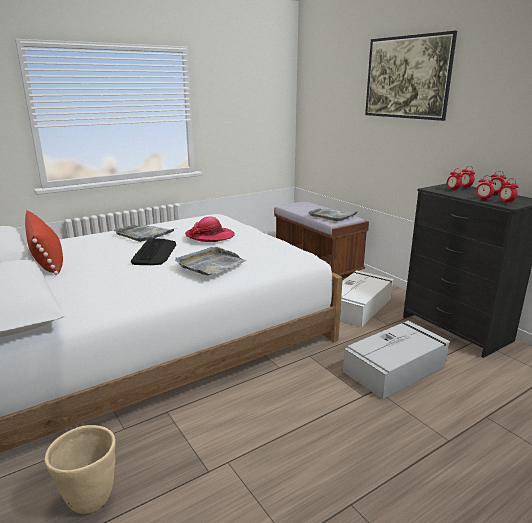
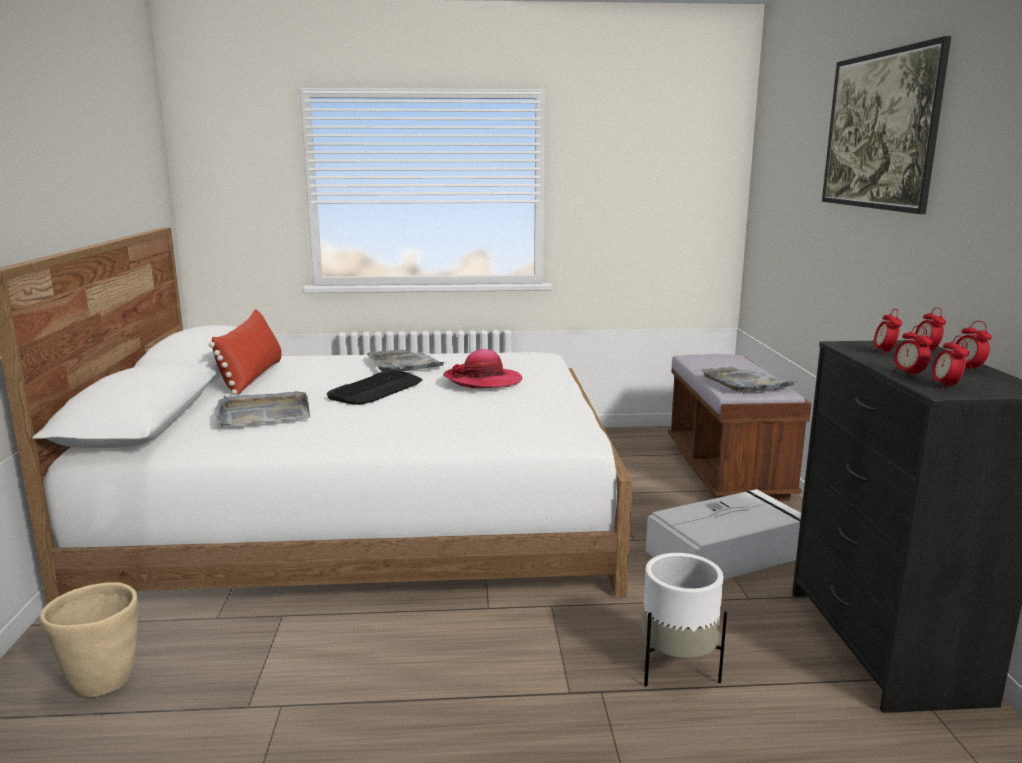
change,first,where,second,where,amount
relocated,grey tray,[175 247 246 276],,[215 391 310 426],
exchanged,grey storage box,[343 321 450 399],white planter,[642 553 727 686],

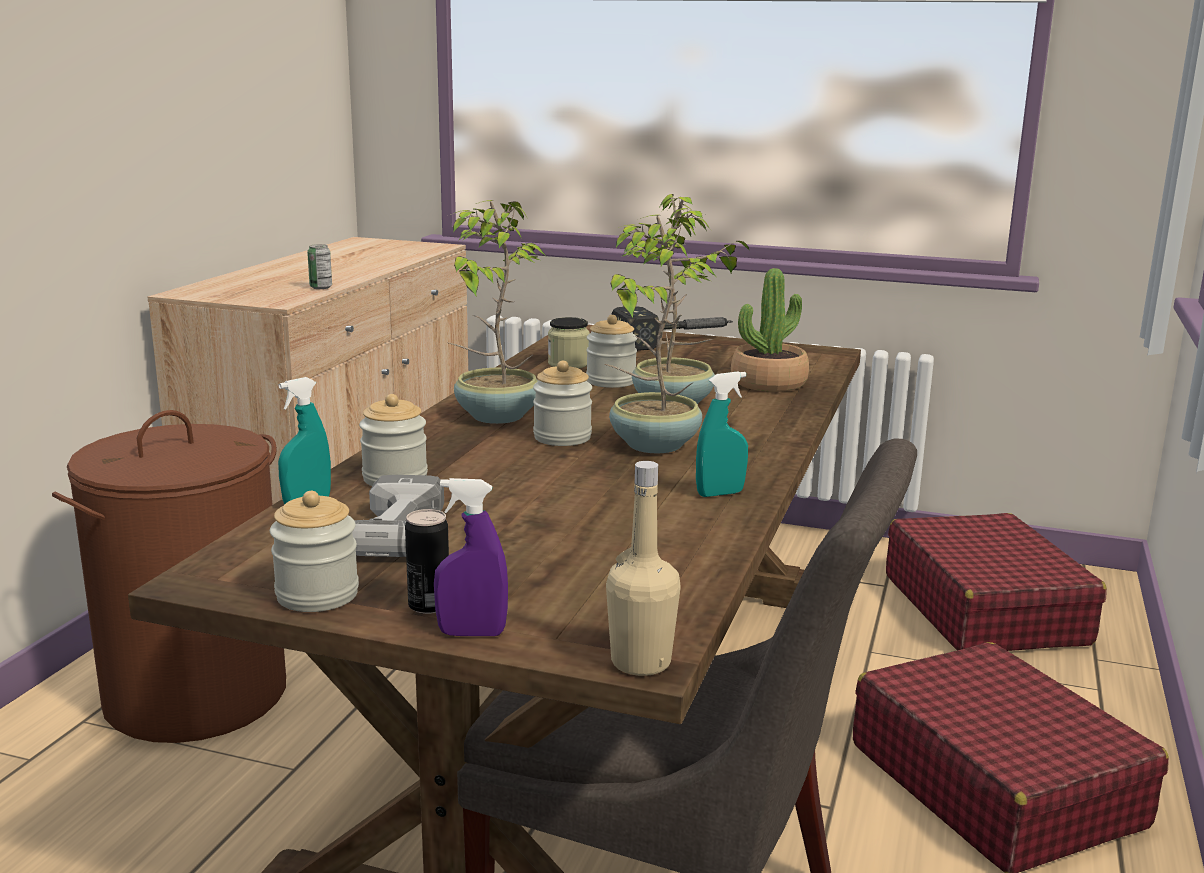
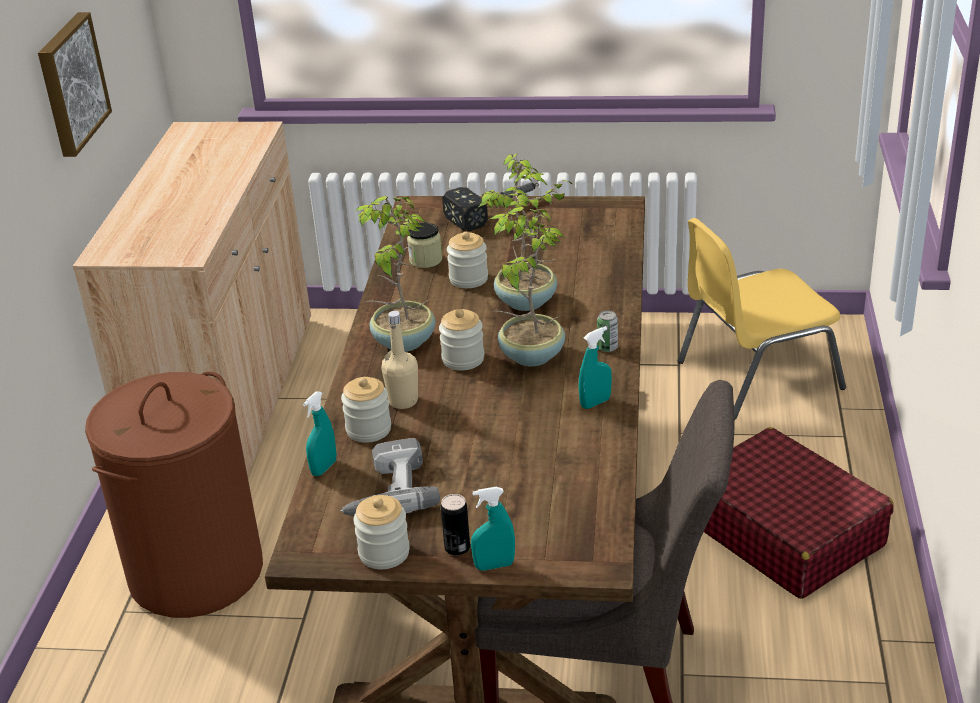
change,first,where,second,where,amount
relocated,can,[307 244 332 289],,[597 310 618 352],
colour,purple spray bottle,[434 478 508 636],turquoise spray bottle,[471 487 515 571],
relocated,beige bottle,[606 461 681 676],,[381 311 418 409],
missing,potted plant,[731 268 809 392],,,
exchanged,red suitcase,[886 513 1107 651],yellow chair,[678 218 846 419],
appeared,,,picture,[38 12 112 157],

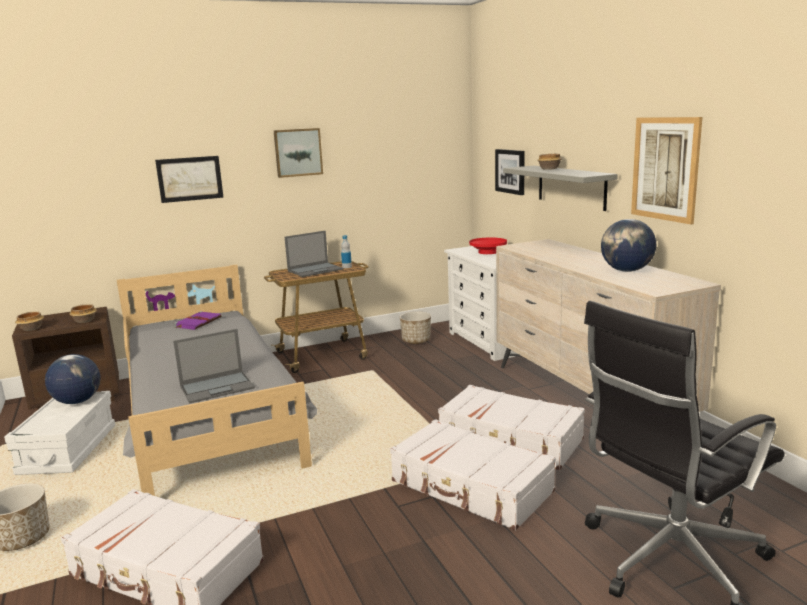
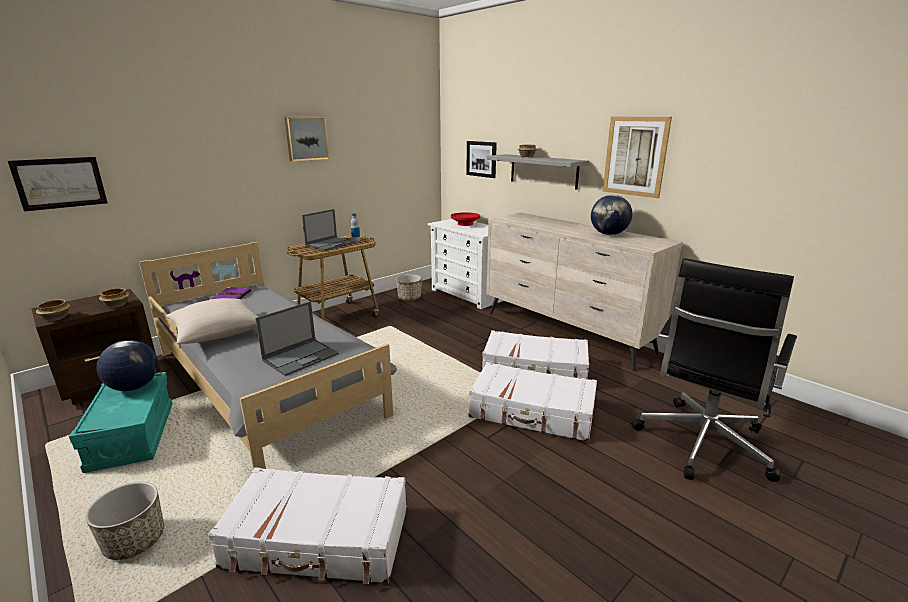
change,first,where,second,where,amount
colour,white storage box,[4 391 115 475],turquoise storage box,[69 372 172 473],
relocated,picture,[155 156 224 203],,[8 157 108 212],
appeared,,,beige pillow,[165 298 258 344],

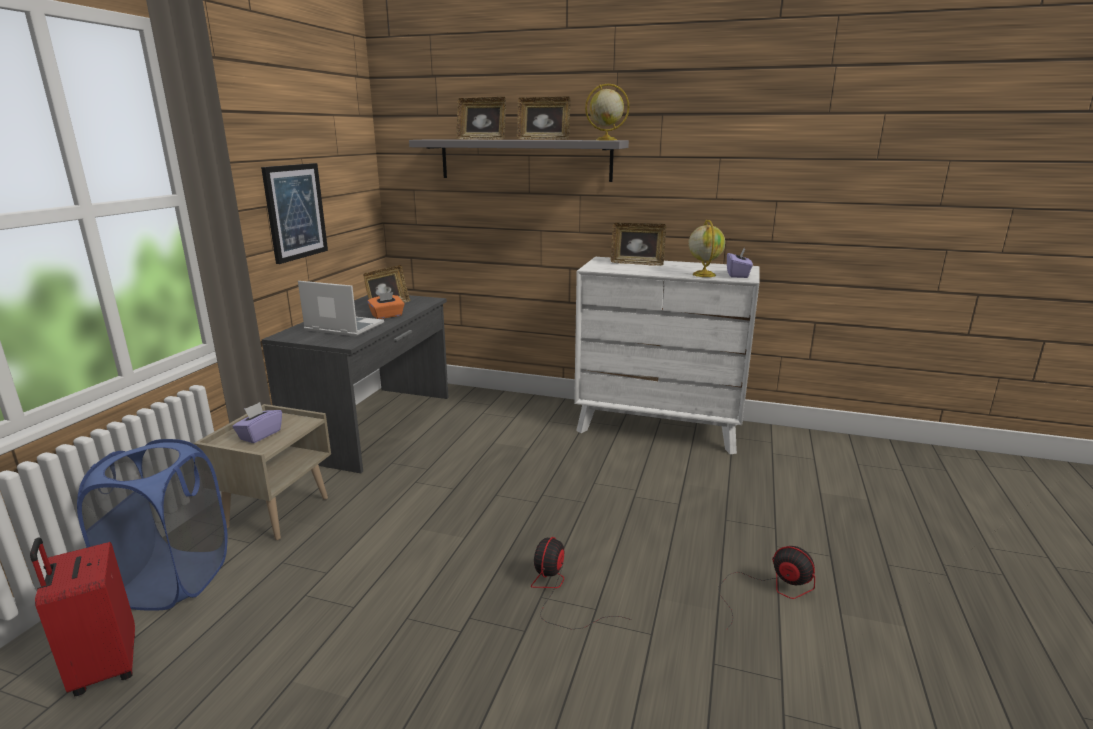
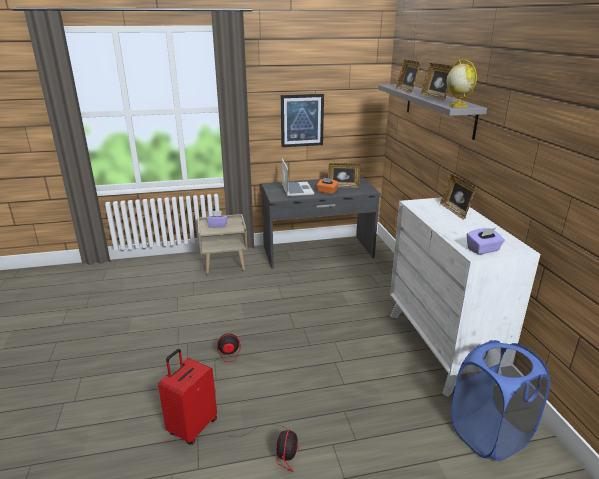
change,first,where,second,where,amount
relocated,red suitcase,[30 538 135 696],,[158 349 217 445],
relocated,blue laundry basket,[77 439 228 611],,[451 340 550 461],
missing,globe,[688 220 725 277],,,

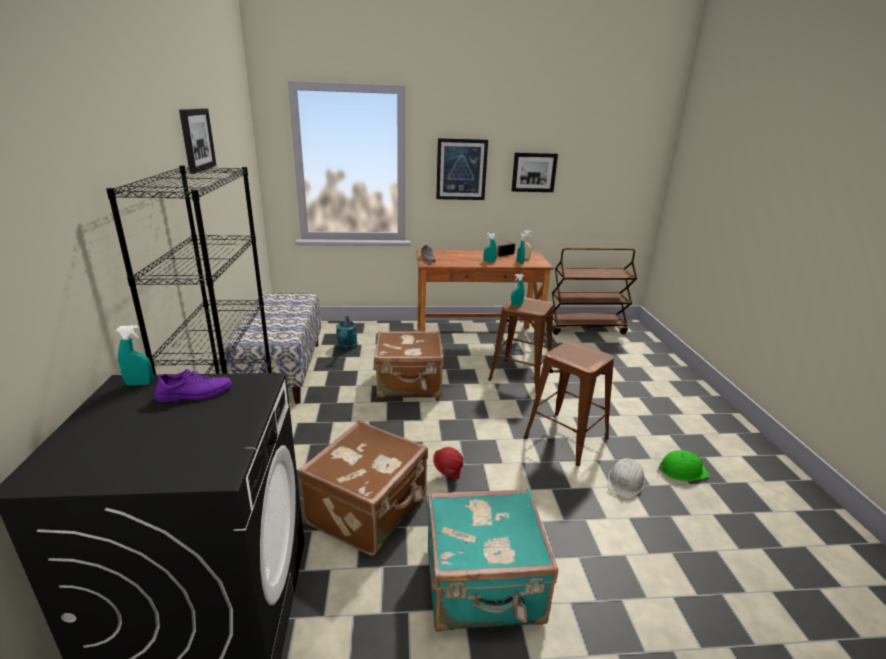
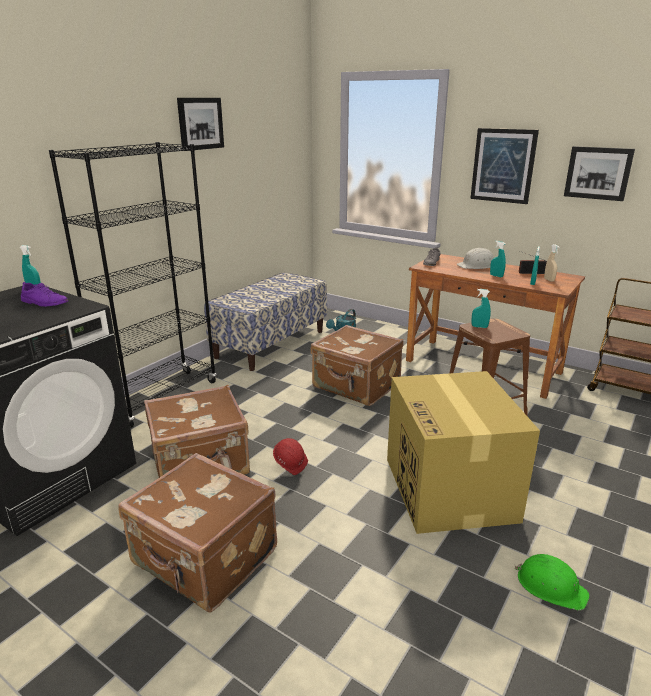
change,first,where,second,where,amount
colour,turquoise suitcase,[427 488 558 632],brown suitcase,[118 453 277 612],
exchanged,brown stool,[524 341 614 466],cardboard box,[387 371 540 534],
relocated,white hard hat,[608 458 645 499],,[457 248 494 269],

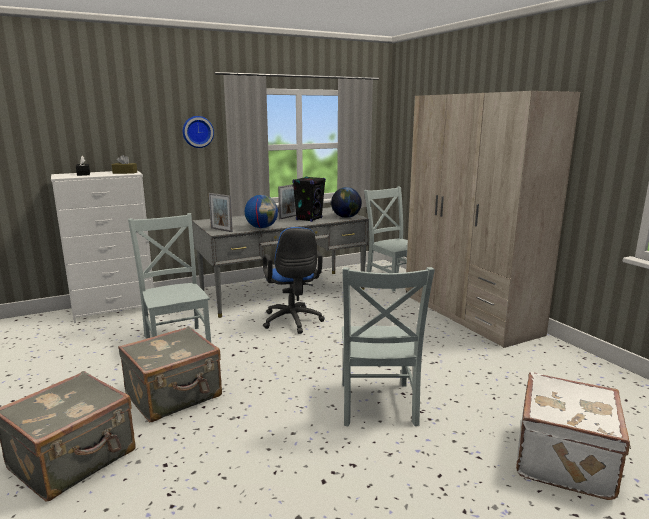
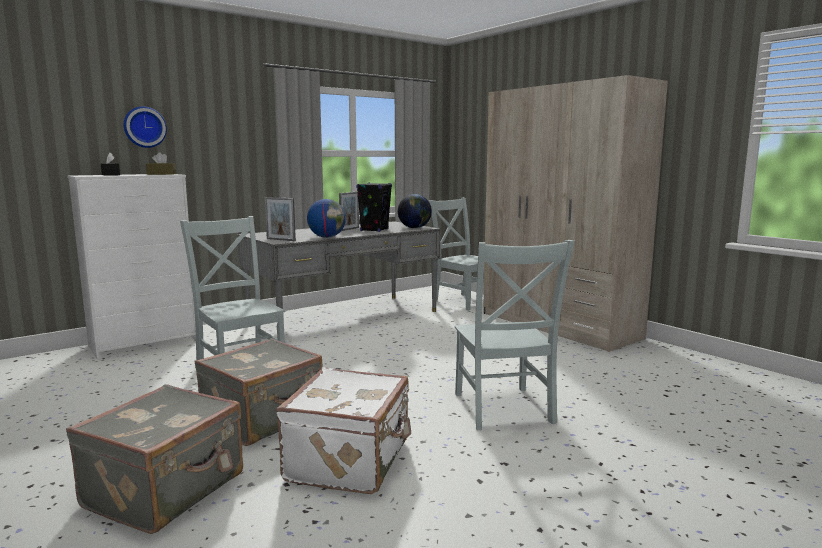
change,first,where,second,where,amount
relocated,wall clock,[183 116 214 148],,[124 106 167 148],
missing,blue office chair,[263 227 325 334],,,
relocated,white suitcase,[516 372 631 500],,[276 367 411 494],

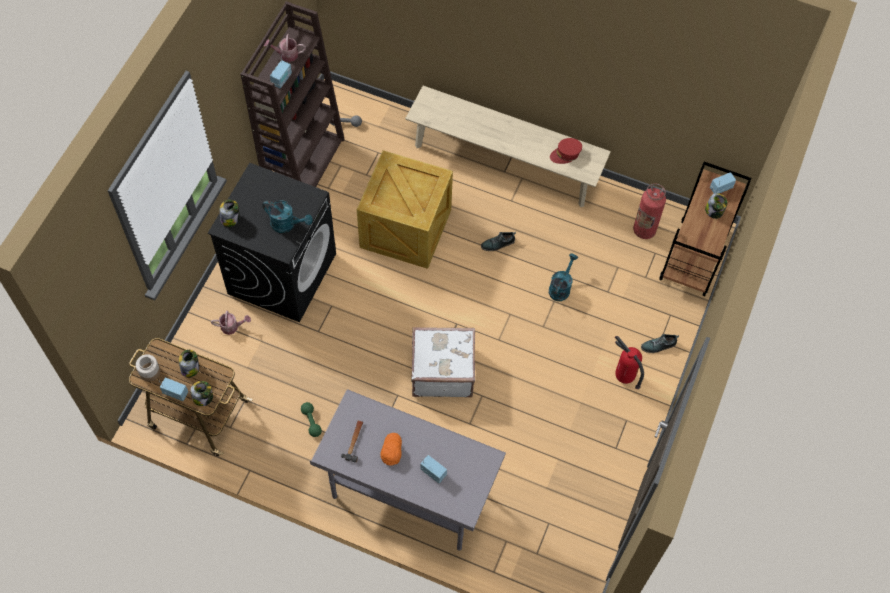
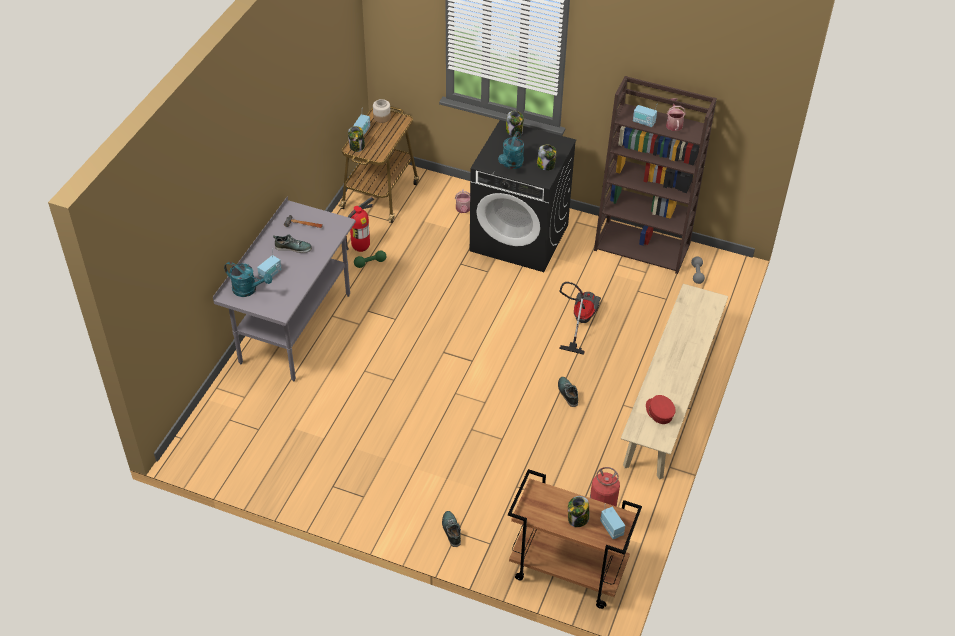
change,first,where,second,where,amount
relocated,jar,[179 350 199 378],,[537 144 557 171],
exchanged,crate,[357 150 453 269],vacuum cleaner,[559 282 601 355],
exchanged,orange cap,[381 433 402 466],shoe,[273 234 312 253],
missing,white suitcase,[411 327 475 397],,,
relocated,turquoise watering can,[549 253 578 301],,[224 262 272 297],
relocated,fire extinguisher,[615 336 644 389],,[346 197 374 252],

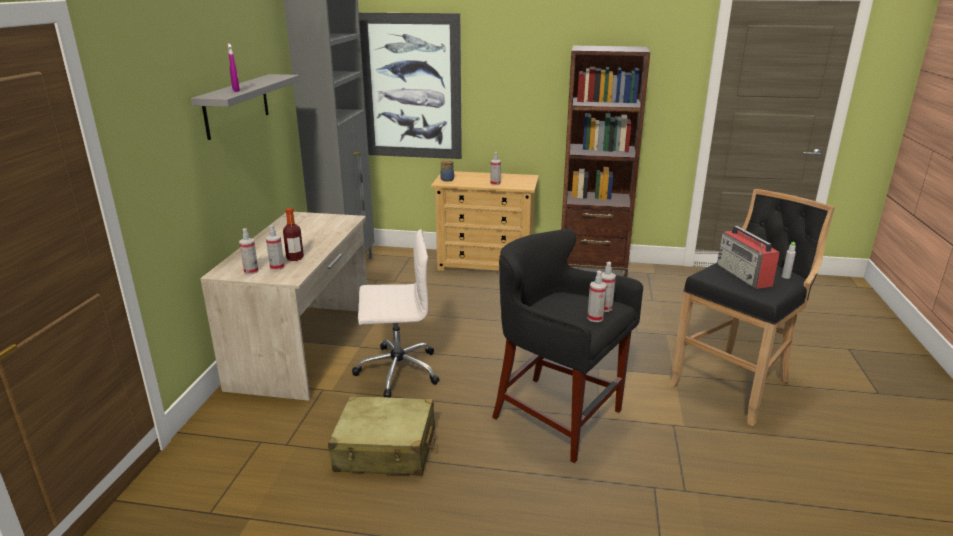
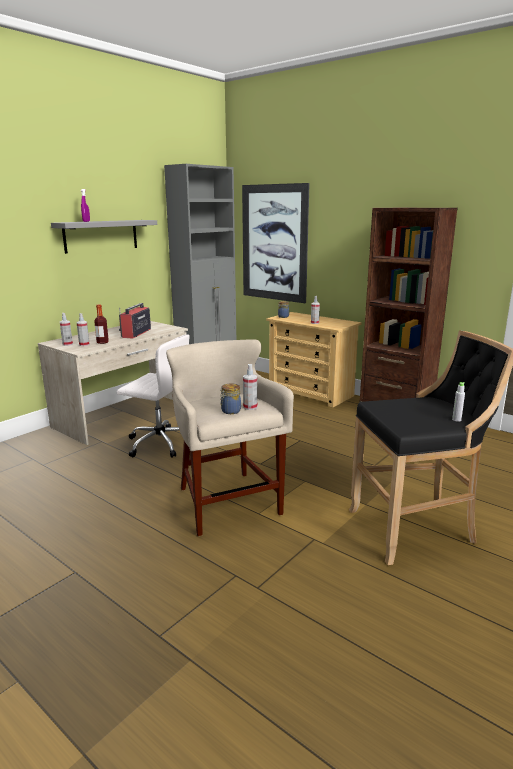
change,first,where,second,where,amount
missing,beige suitcase,[328 396 436 476],,,
colour,black stool,[492 229 643 463],beige stool,[166 339 294 537],
exchanged,spray bottle,[587 271 607 322],jar,[220 383 241 414],
relocated,radio,[717 226 780 289],,[119 303 151 338],

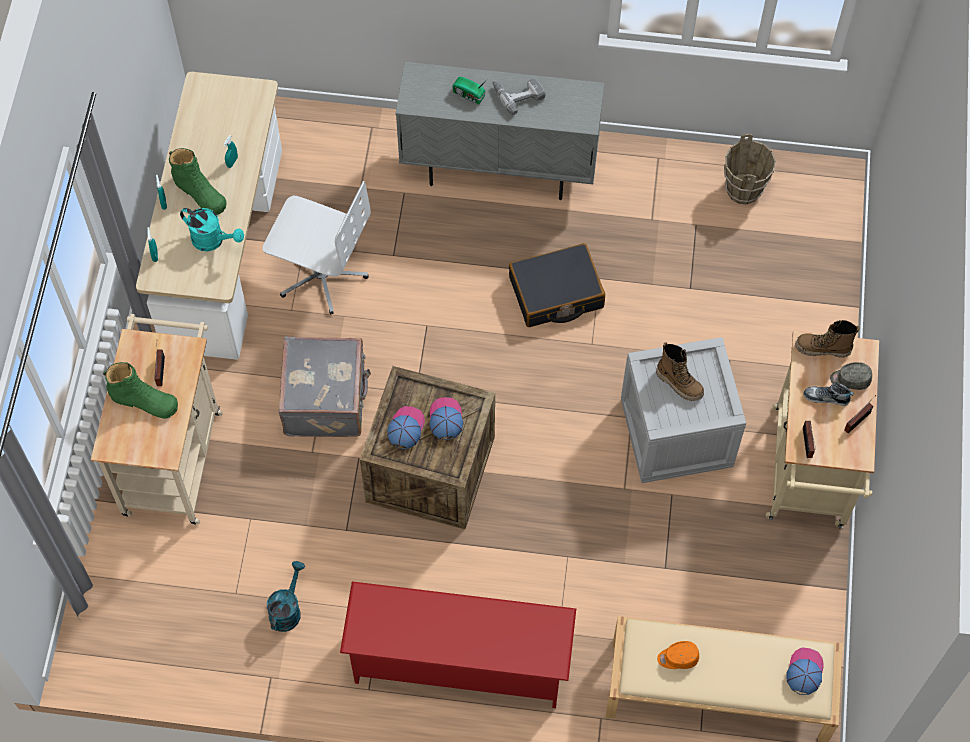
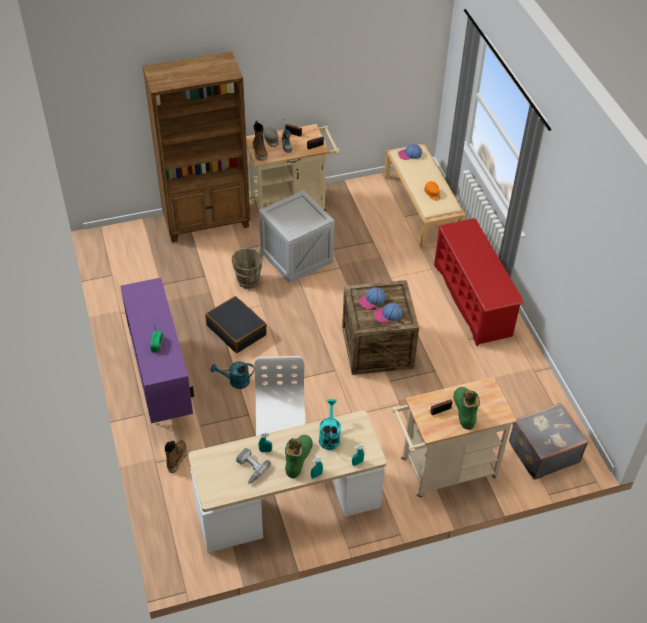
change,first,where,second,where,amount
relocated,turquoise watering can,[267 561 305 632],,[210 361 254 389],
relocated,grey suitcase,[279 336 371 437],,[509 403 589 480],
colour,grey cabinet,[395 62 604 200],purple cabinet,[120 278 194 423],
relocated,power drill,[493 78 545 115],,[236 448 271 484],
relocated,boot,[656 342 704 401],,[165 441 187 473],
relocated,brown bucket,[724 134 776 204],,[232 248 263 289],
appeared,,,brown bookcase,[143 52 250 242],

